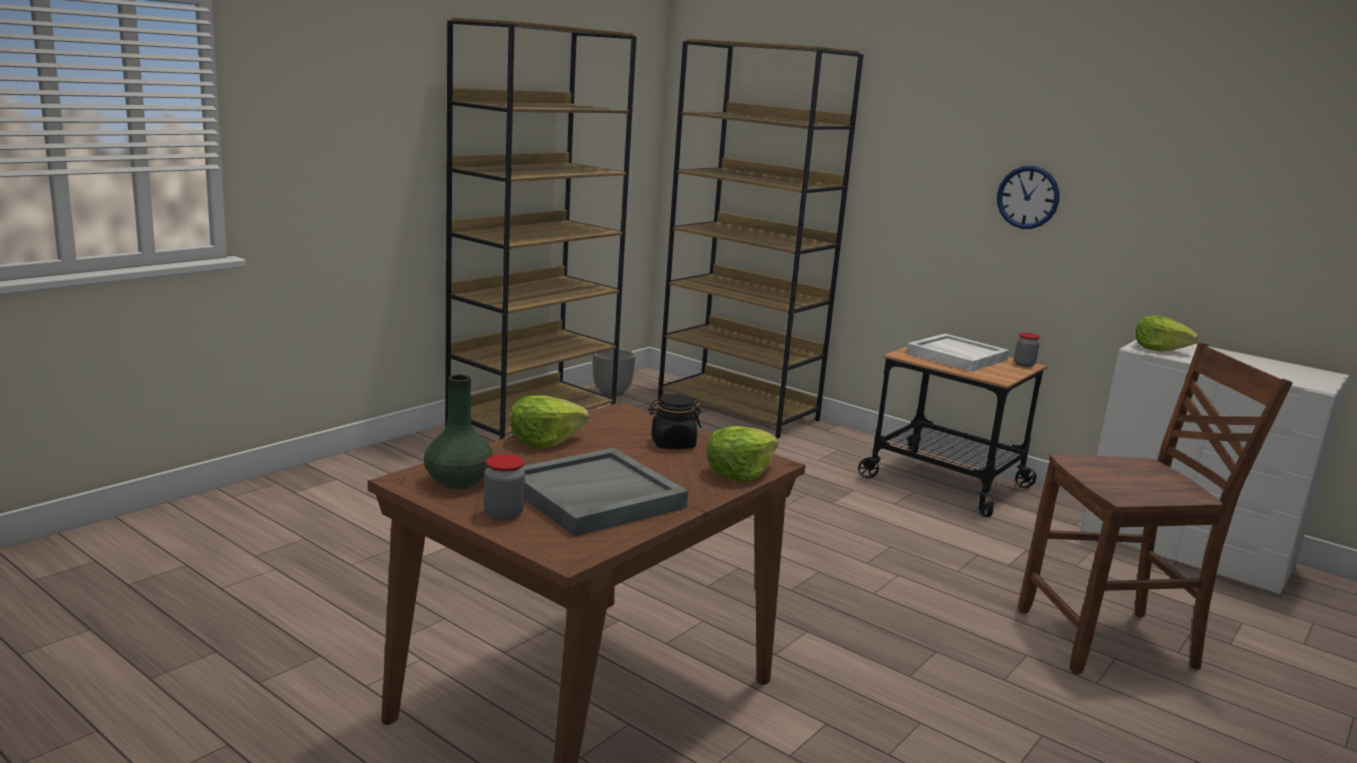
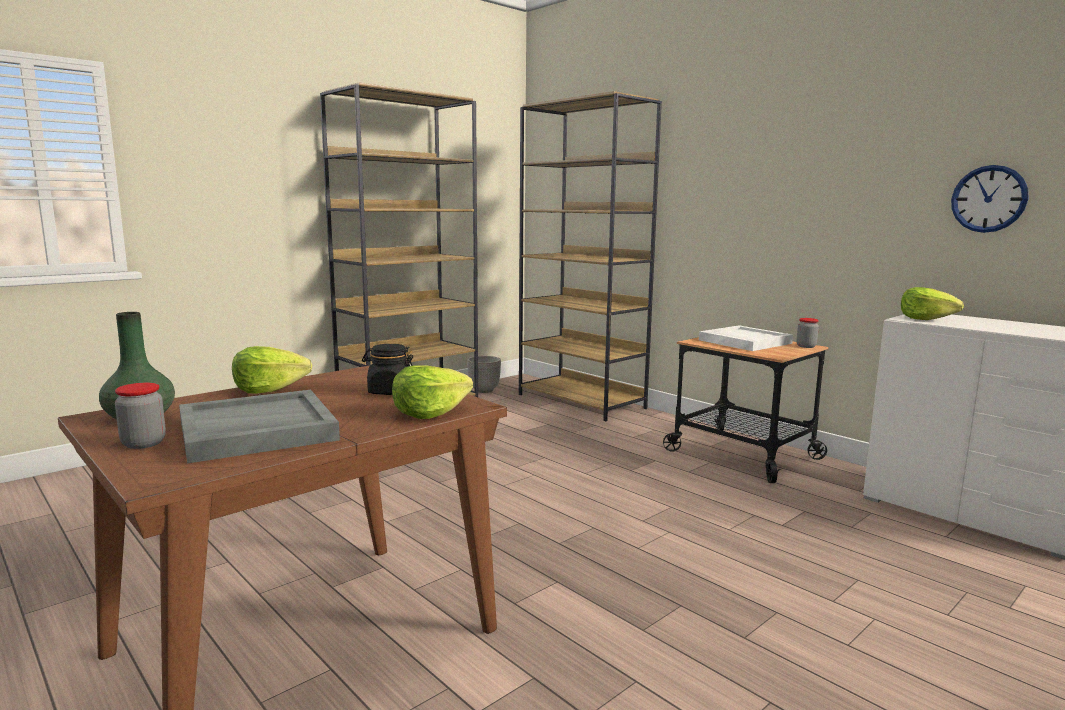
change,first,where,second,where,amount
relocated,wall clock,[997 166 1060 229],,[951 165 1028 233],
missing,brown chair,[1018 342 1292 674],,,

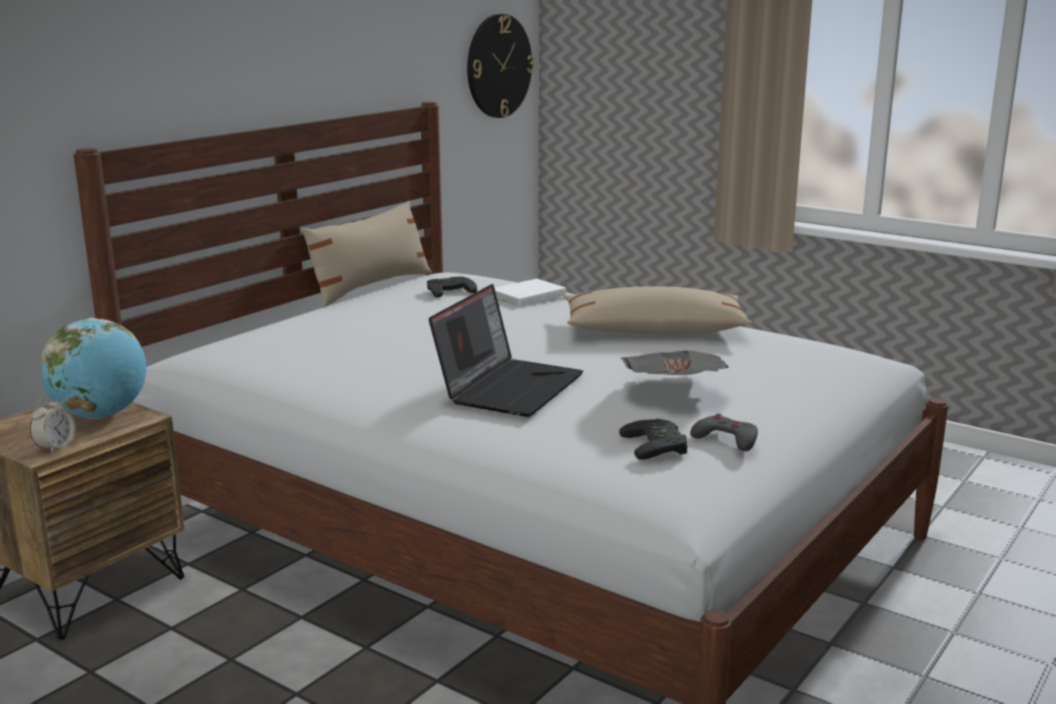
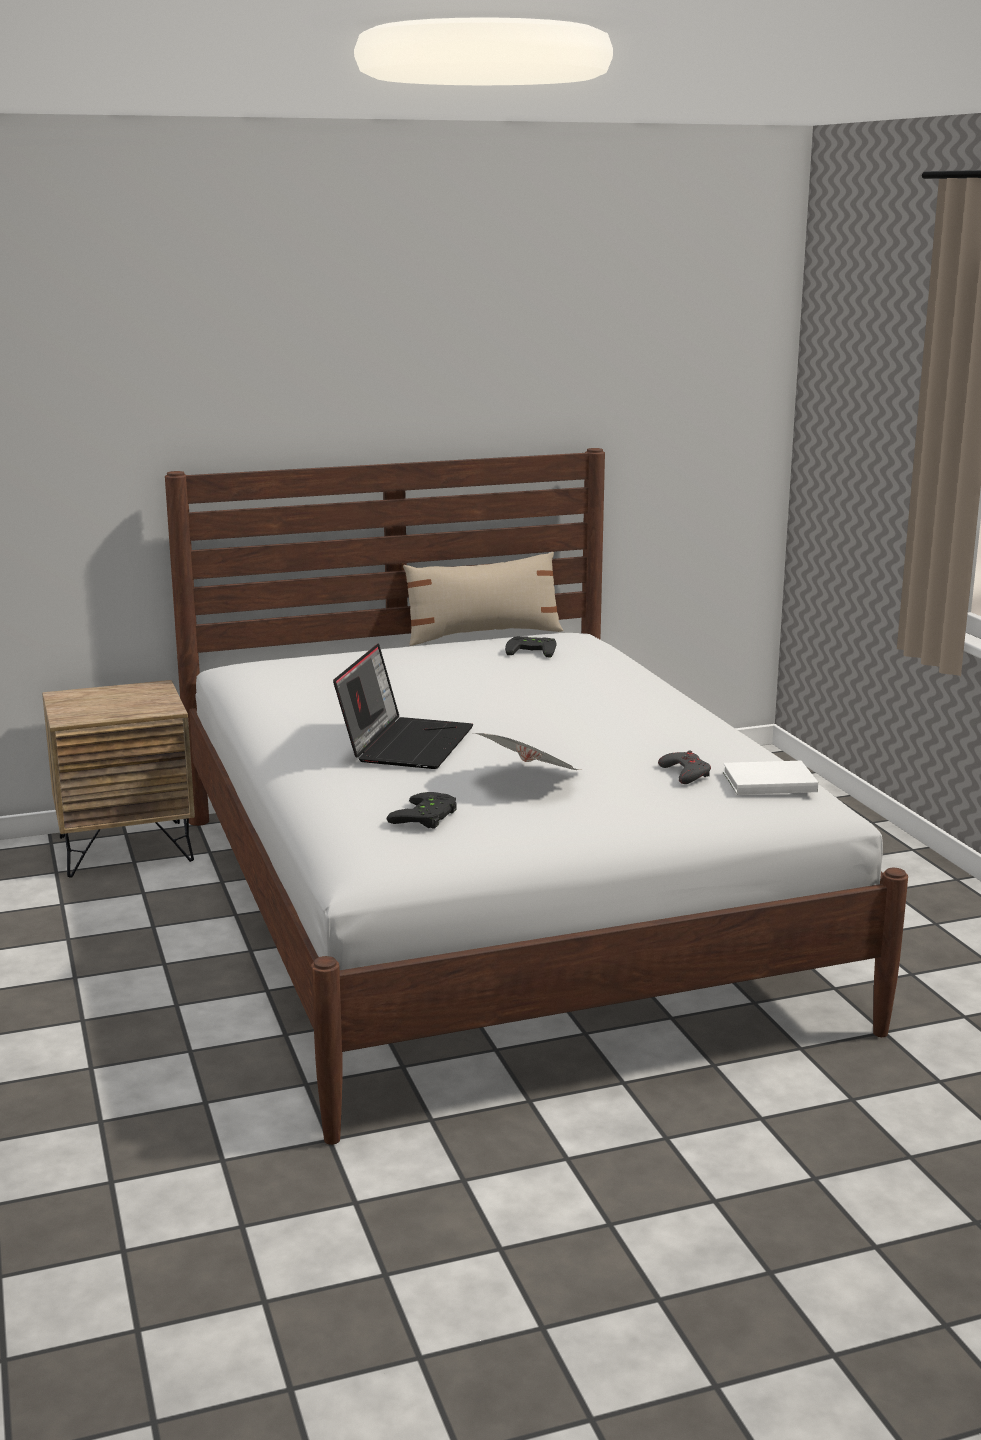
change,first,where,second,where,amount
missing,alarm clock,[30 396 76 454],,,
missing,globe,[40 318 146 419],,,
spun,laptop,[429 284 583 417],,[333 644 473 769],45 degrees counterclockwise
missing,wall clock,[467 14 534 118],,,
relocated,white book,[495 279 566 306],,[723 761 819 795],
missing,beige pillow,[563 286 752 334],,,
relocated,grey game controller,[690 414 758 451],,[658 751 711 784],

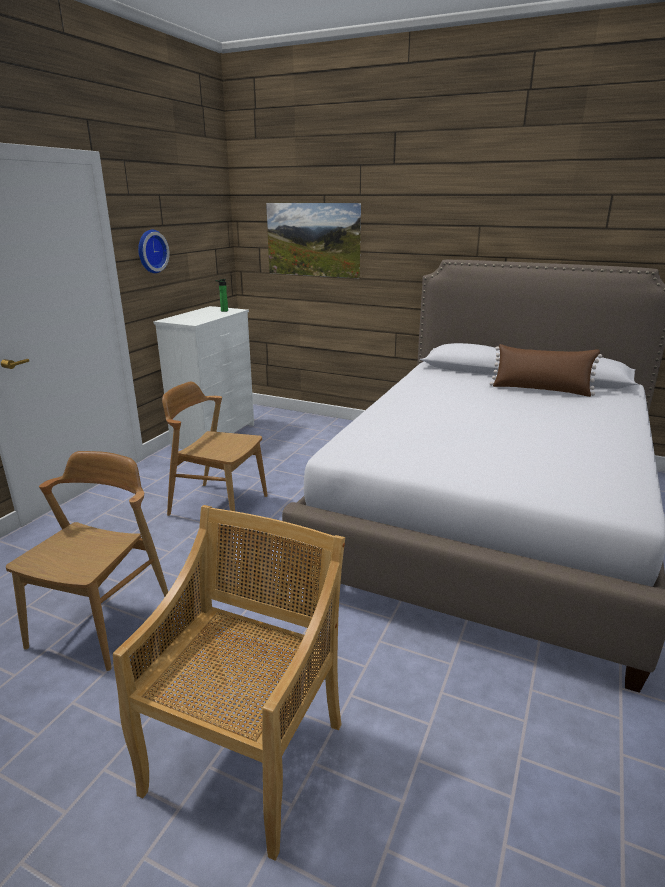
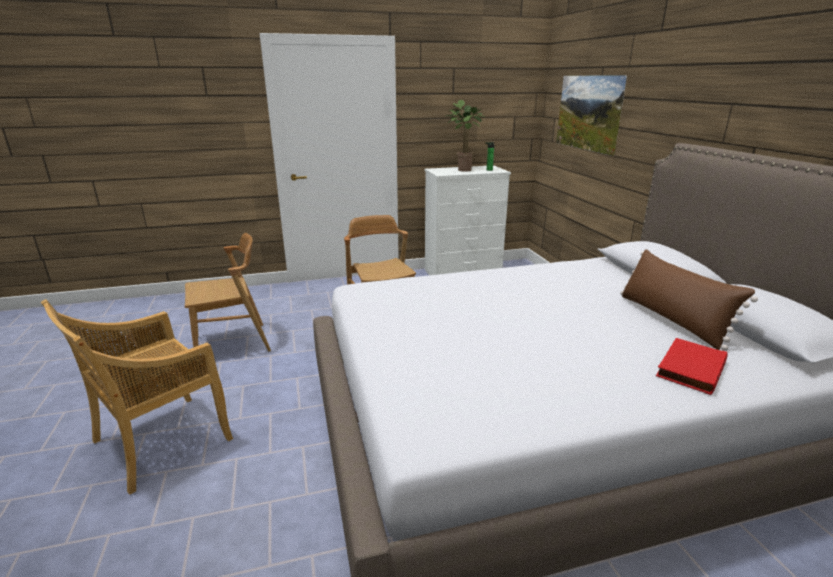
change,first,where,second,where,amount
spun,beige chair,[113 505 345 861],,[40 299 233 495],150 degrees clockwise
missing,wall clock,[138 230 170 273],,,
appeared,,,potted plant,[446 100 486 172],
appeared,,,red book,[656 338 728 395],

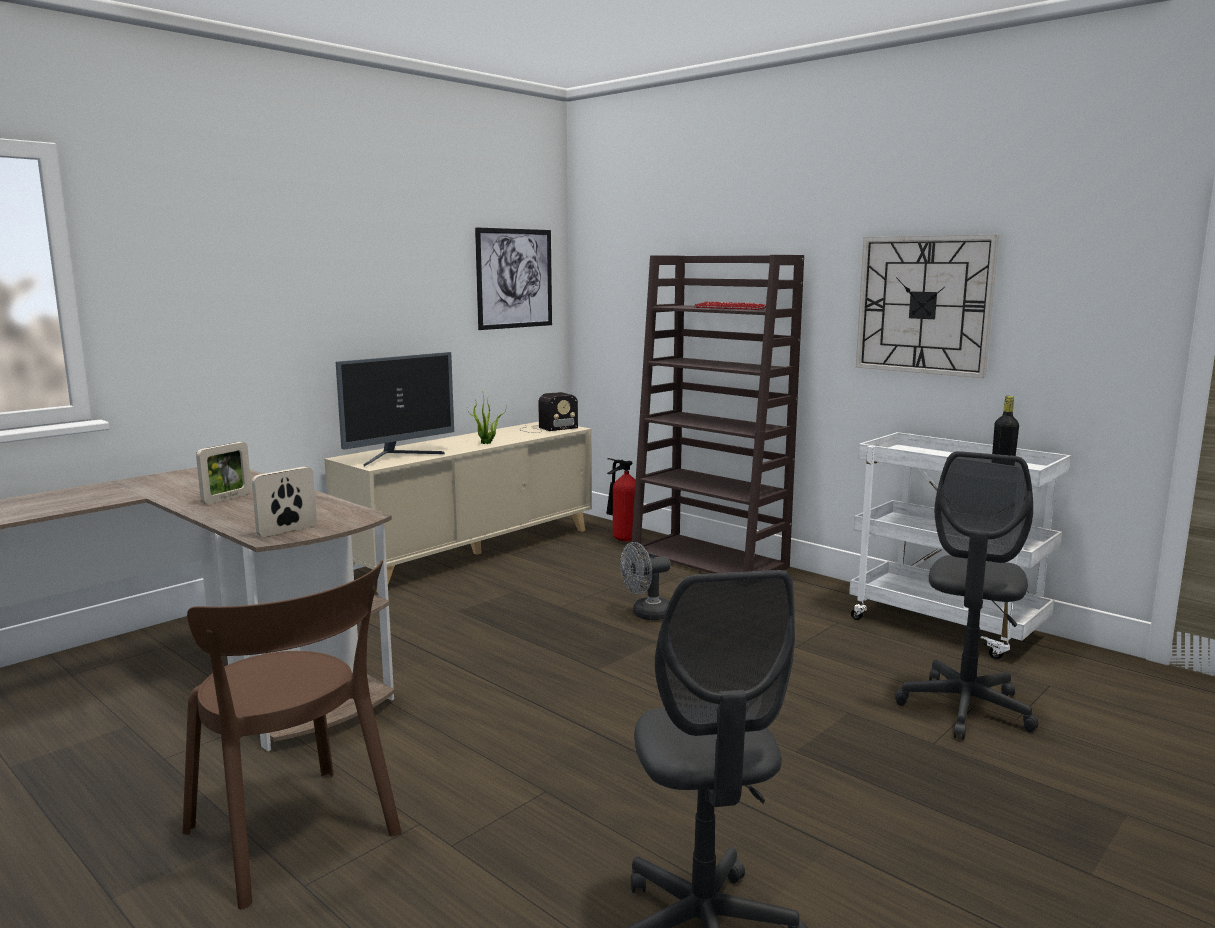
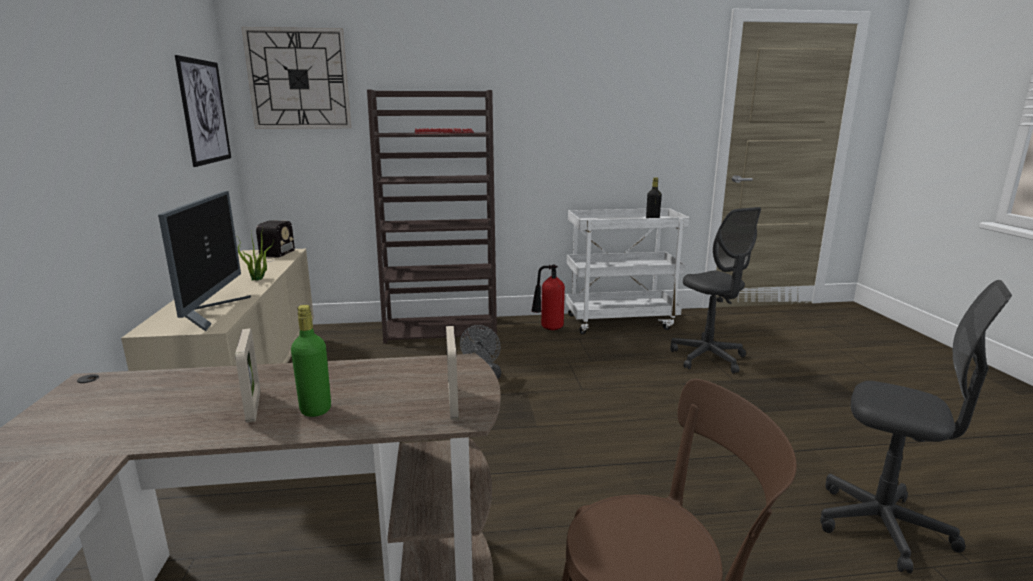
change,first,where,second,where,amount
relocated,fire extinguisher,[606 458 636 541],,[531 264 565 330],
relocated,wall clock,[856 235 999 378],,[242 27 351 129],
appeared,,,green bottle,[291 305 331 417],

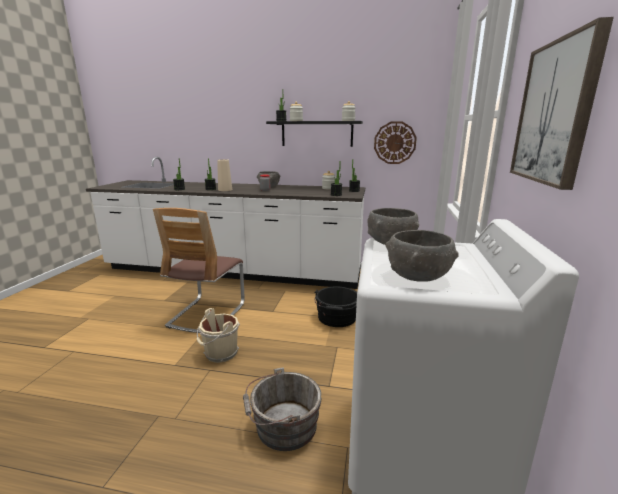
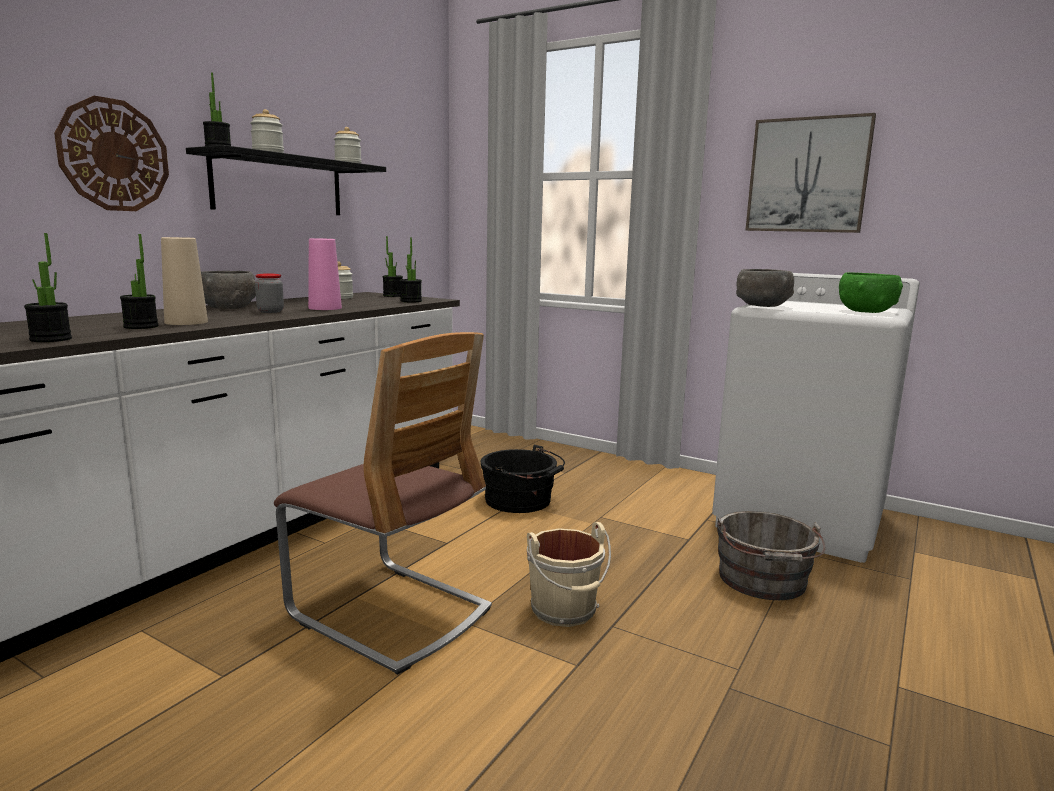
change,first,where,second,where,amount
relocated,wall clock,[374 121 417 164],,[54 96 169 211],
colour,grey bowl,[385 230 459 282],green bowl,[839 272 903 313],
appeared,,,pink vase,[308 238 342 310],

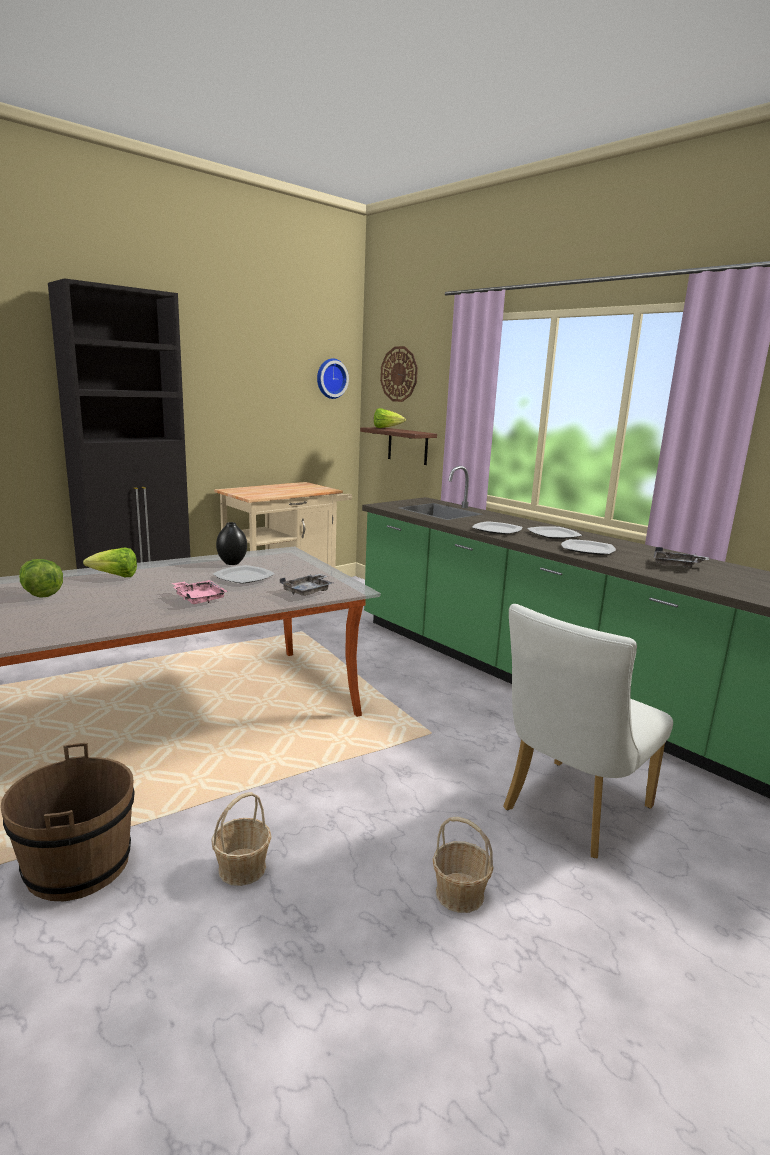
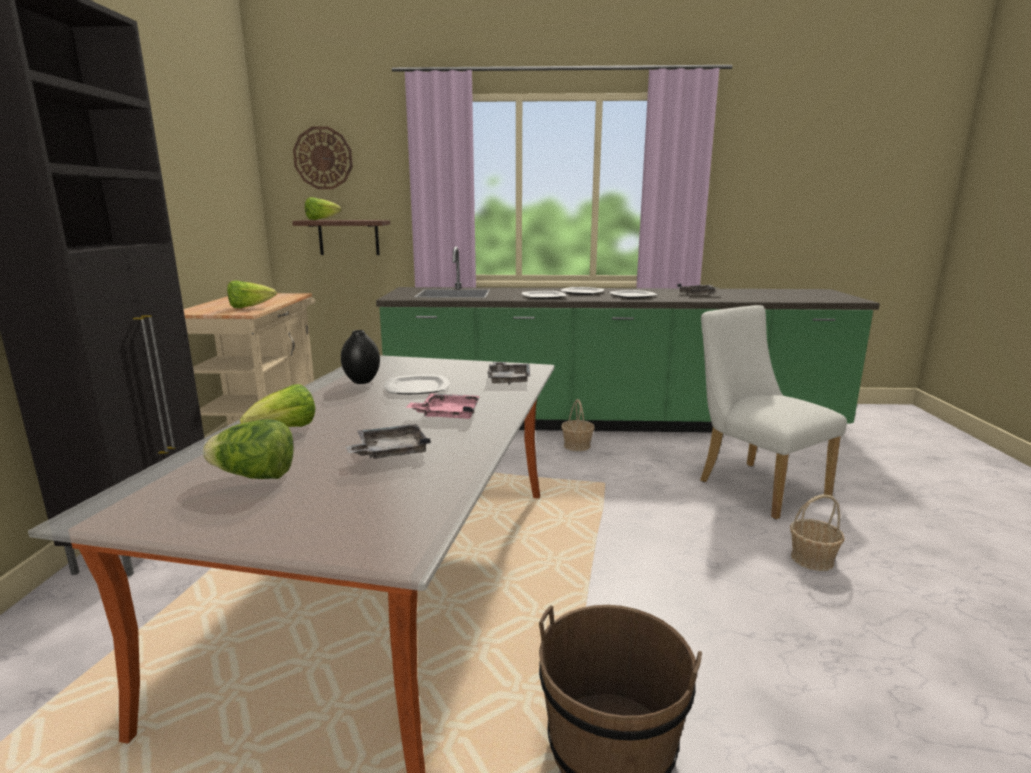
change,first,where,second,where,amount
relocated,basket,[211 792 272 886],,[561 399 595 451],
missing,wall clock,[317 358 349 399],,,
spun,white chair,[503 604 673 858],,[700 305 847 519],150 degrees clockwise
appeared,,,lettuce,[227 280 277 308],
appeared,,,grey tray,[346 424 431 459],

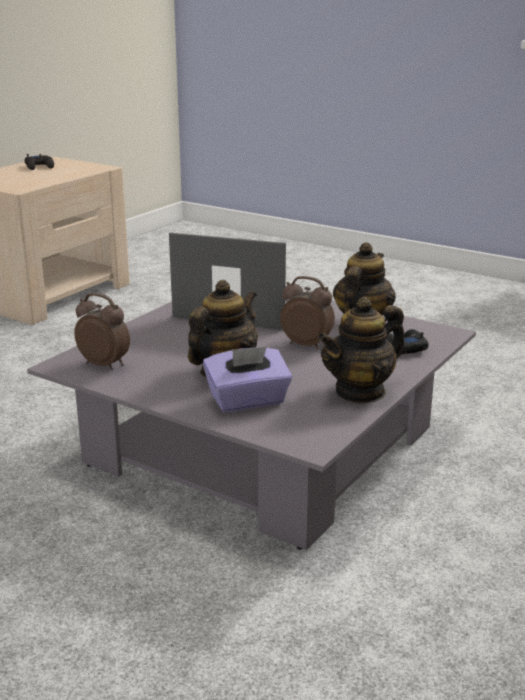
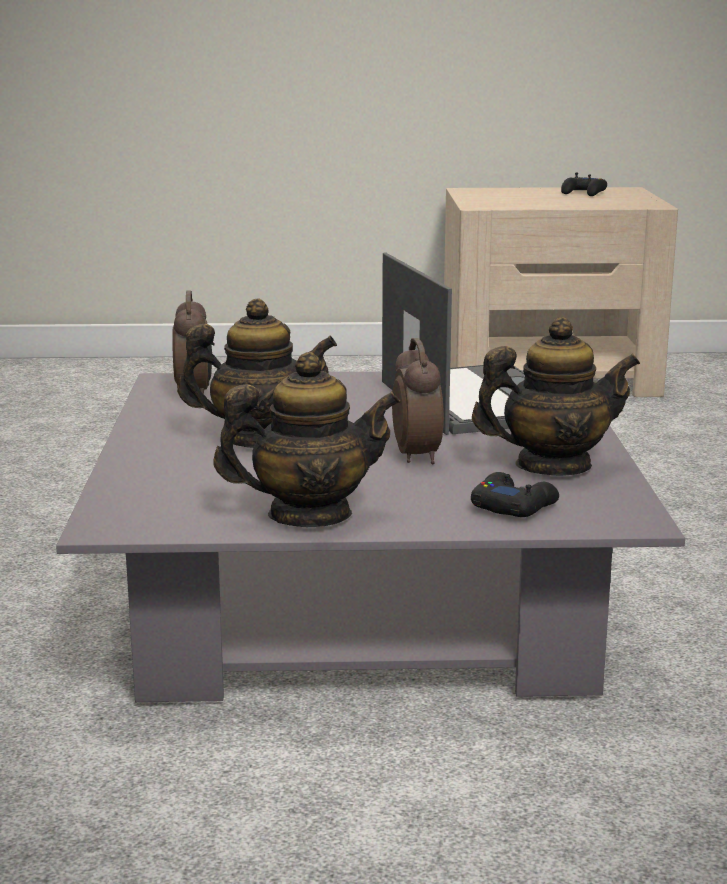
change,first,where,second,where,amount
missing,purple tissue box,[203 346 292 412],,,
spun,teapot,[317 297 405 404],,[213 352 401 527],150 degrees clockwise

